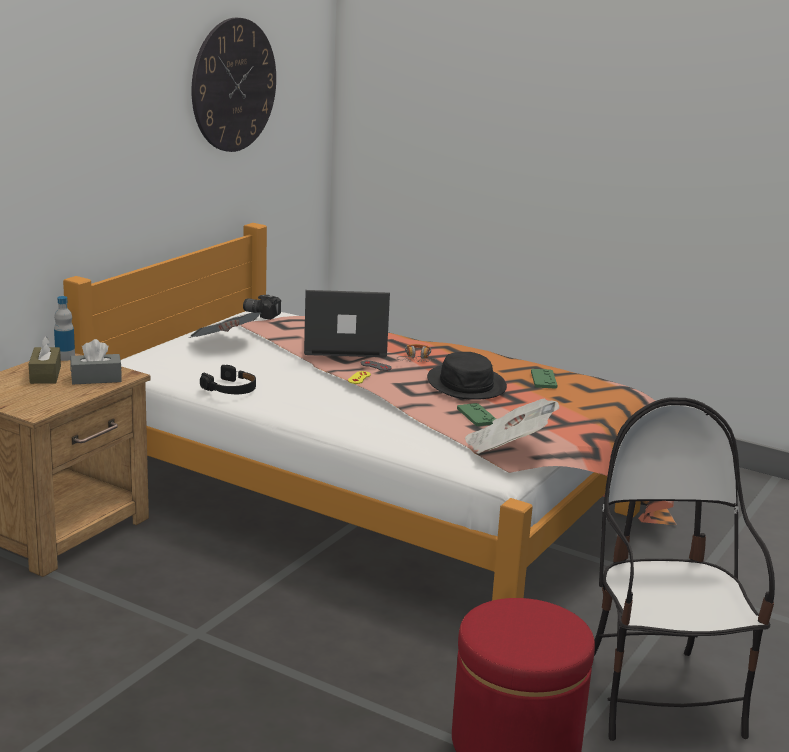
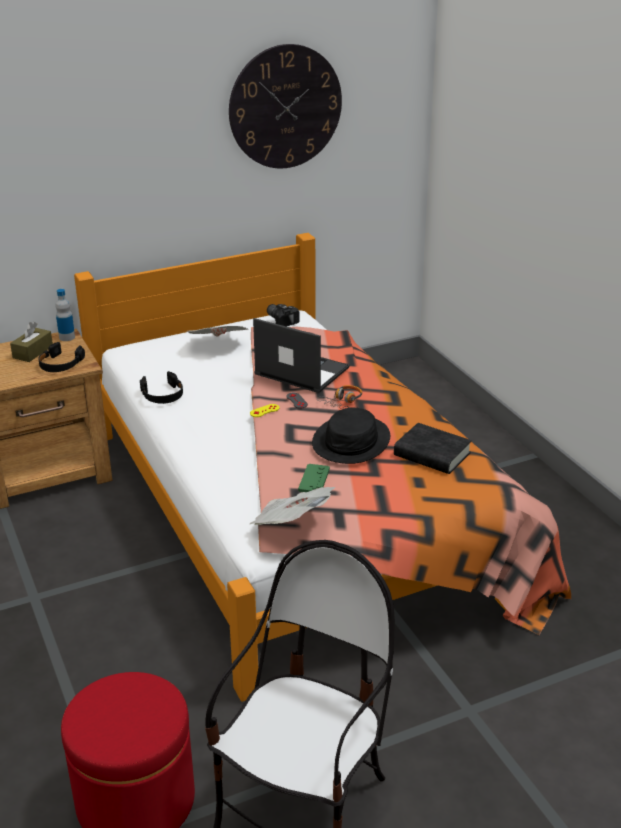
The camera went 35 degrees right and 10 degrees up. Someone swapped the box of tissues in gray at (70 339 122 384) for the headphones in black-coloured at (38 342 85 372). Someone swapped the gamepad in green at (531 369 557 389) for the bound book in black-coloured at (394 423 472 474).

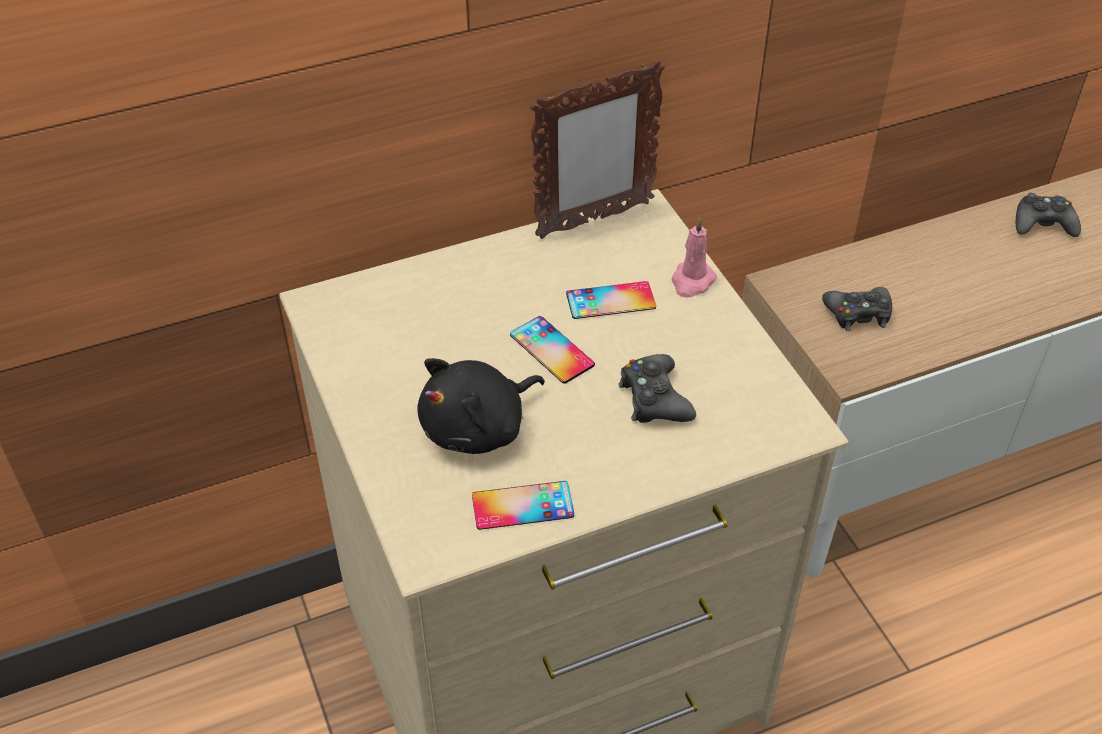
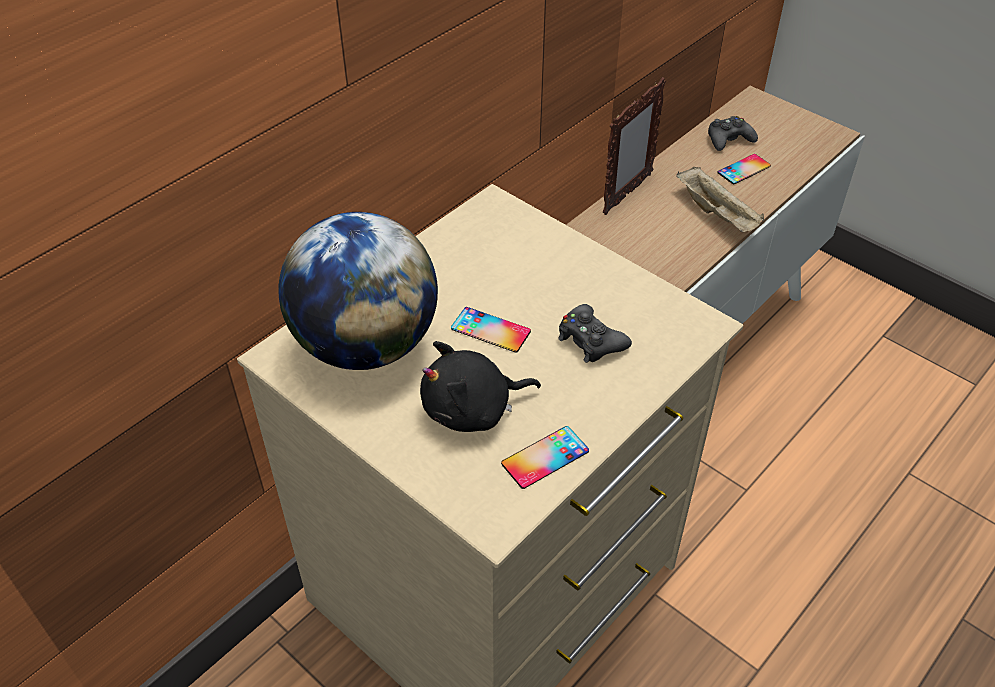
The camera went 25 degrees left and 0 degrees up. Someone carried the standing frame from (530 60 665 239) to (603 77 666 215). Someone took away the candle in pink-coloured at (671 217 717 298). Someone carried the handset from (566 281 656 319) to (717 154 771 184). Someone took away the gamepad in black-coloured at (822 287 892 331). Someone rotated the plush toy in black-coloured at (417 358 545 454) by 45 degrees clockwise. Someone put down the carrying tray in beige at (676 166 764 232). Someone put down the globe at (278 212 438 370).

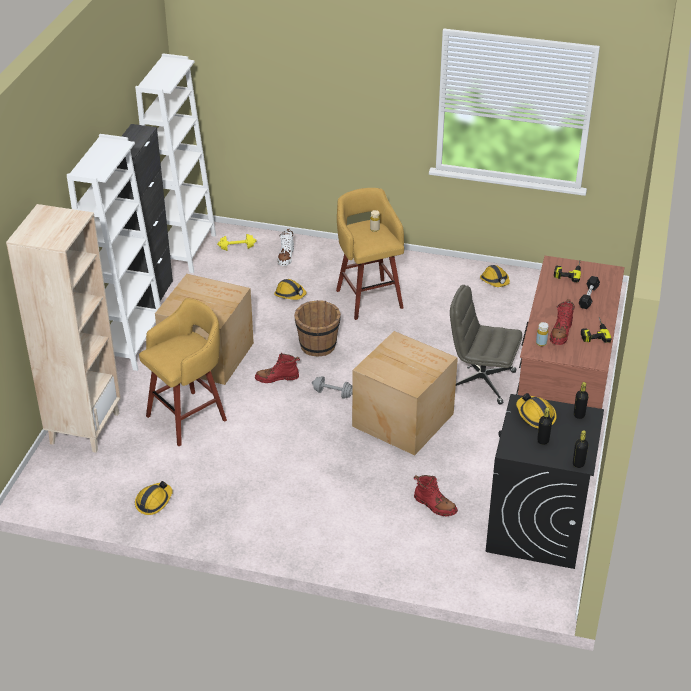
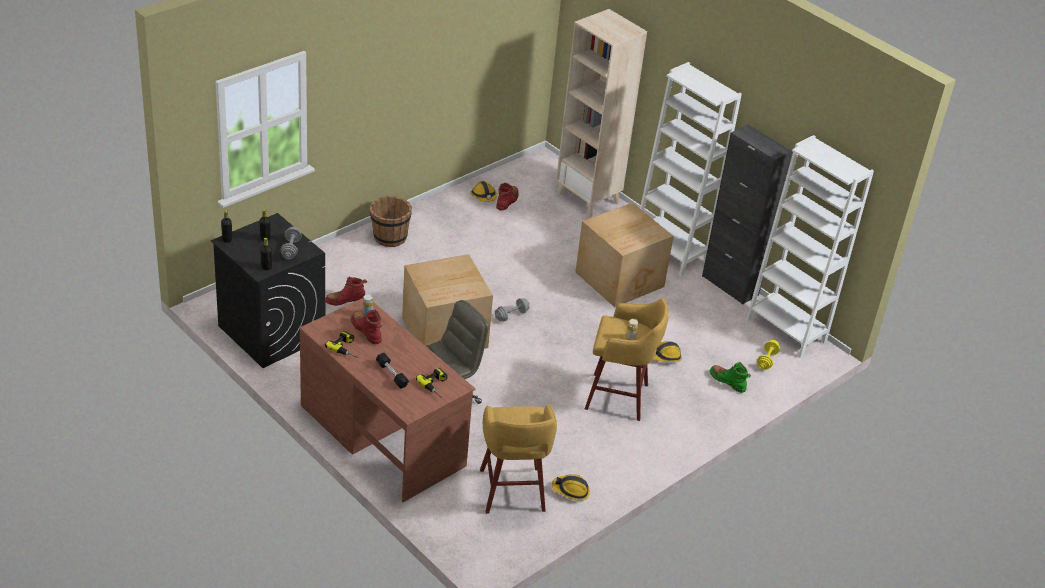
The camera went 120 degrees right and 0 degrees up. Someone repainted the tall boot in whitish at (277 229 294 266), which became the tall boot in green at (710 362 751 393). Someone carried the stool seat in yellow-coloured from (139 298 227 446) to (480 404 557 514). Someone carried the water bucket in brownish from (294 300 341 357) to (370 196 412 247). Someone carried the tall boot in red from (255 352 300 383) to (496 183 519 211). Someone swapped the work helmet at (516 393 556 428) for the hand weight in gray at (280 227 302 259).

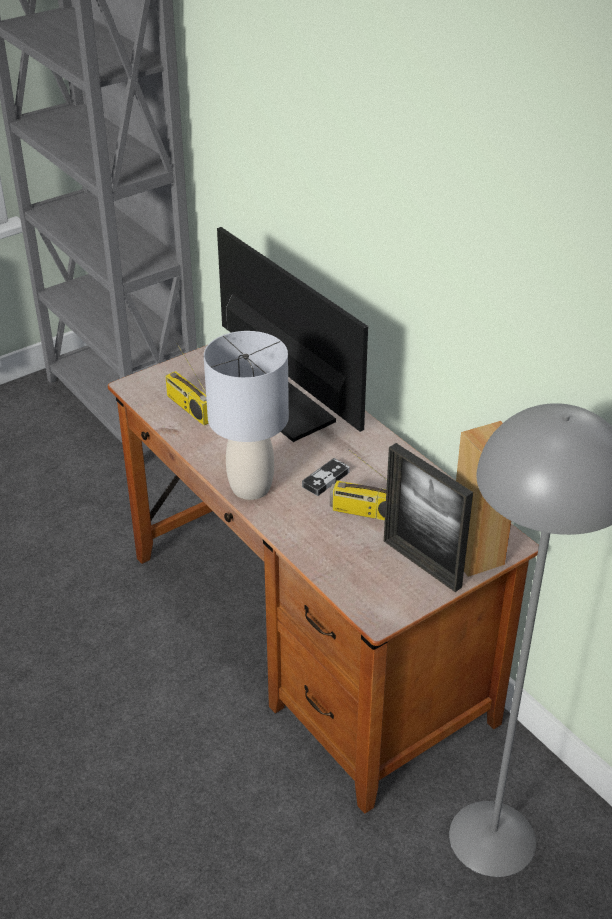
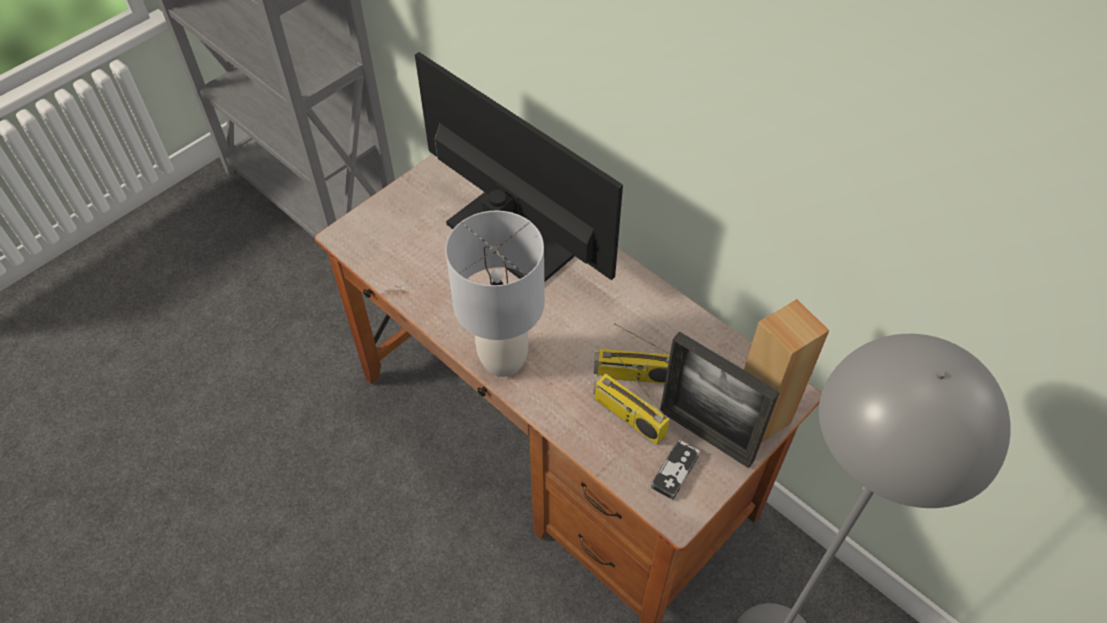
The camera went 10 degrees left and 15 degrees up. Someone carried the radio set from (165 343 209 425) to (593 355 670 445). Someone carried the gamepad from (302 458 350 496) to (651 439 700 500).

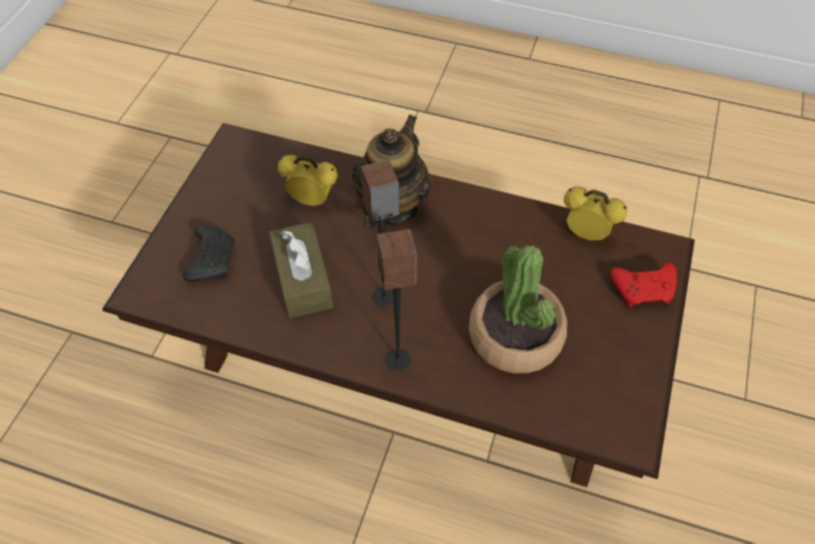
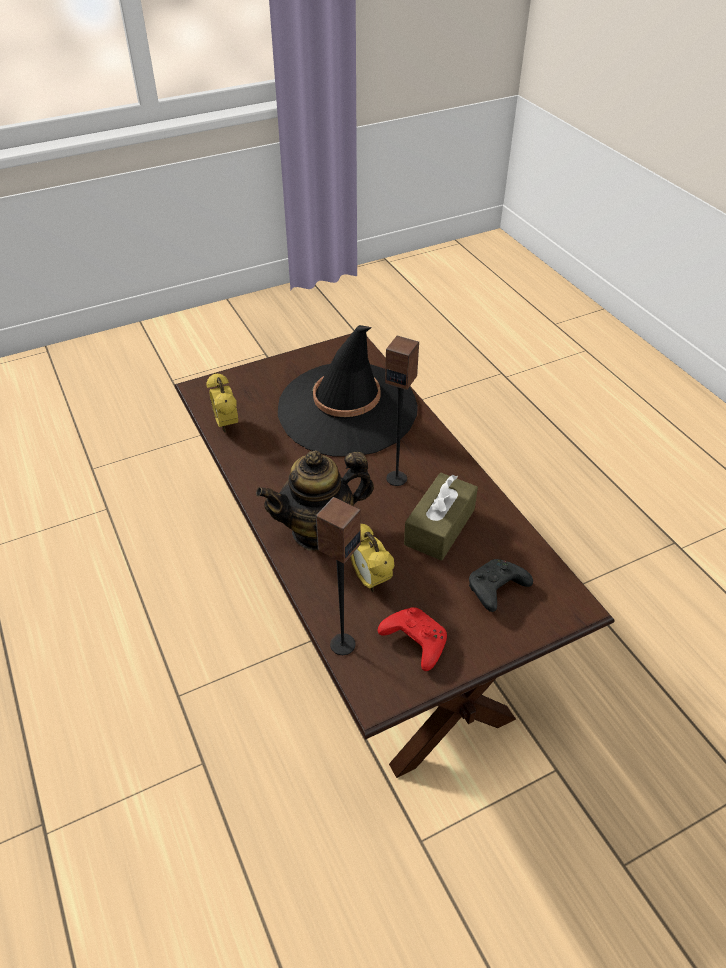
The camera went 135 degrees left and 10 degrees down. Someone carried the audio speaker from (377 229 417 371) to (316 497 361 655). Someone swapped the potted plant at (469 245 567 373) for the clothing hat in black-coloured at (278 325 418 456). Someone carried the gamepad in red from (610 262 677 307) to (378 607 447 671).

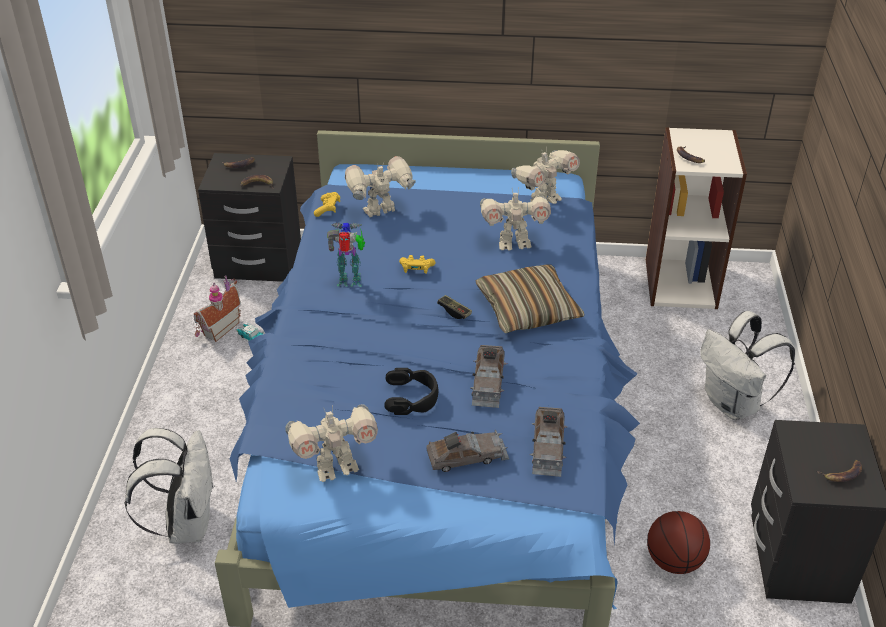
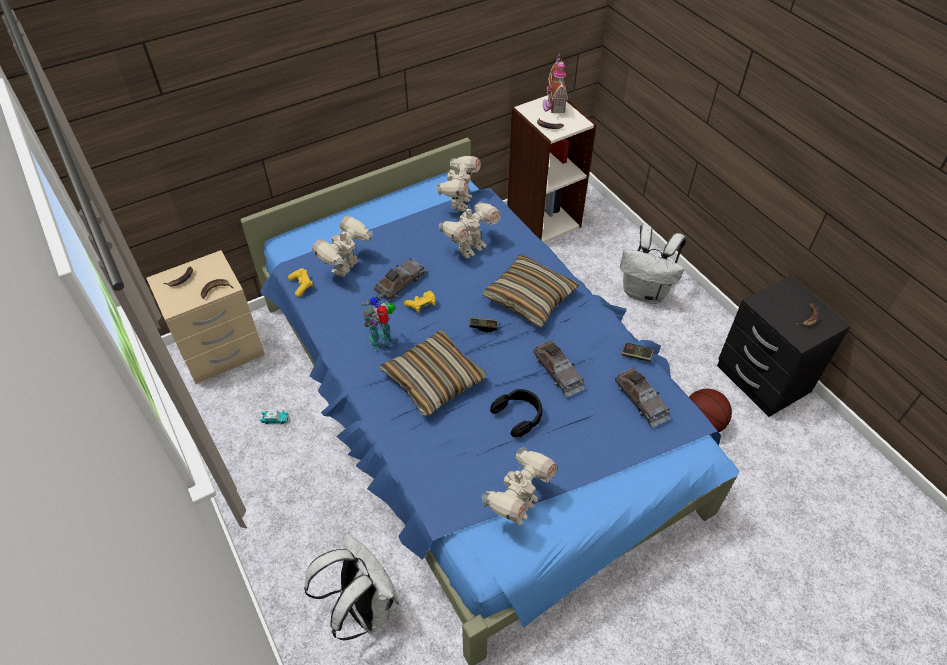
The camera went 35 degrees left and 10 degrees up. Someone repainted the night table in black-coloured at (198 153 301 282), which became the night table in beige at (146 250 265 384). Someone carried the toy house from (194 275 241 342) to (543 53 568 113). Someone carried the miniature car in gray from (426 430 509 472) to (374 258 427 300). Someone put down the throw pillow at (380 330 487 416). Someone put down the gamepad at (622 343 654 362).

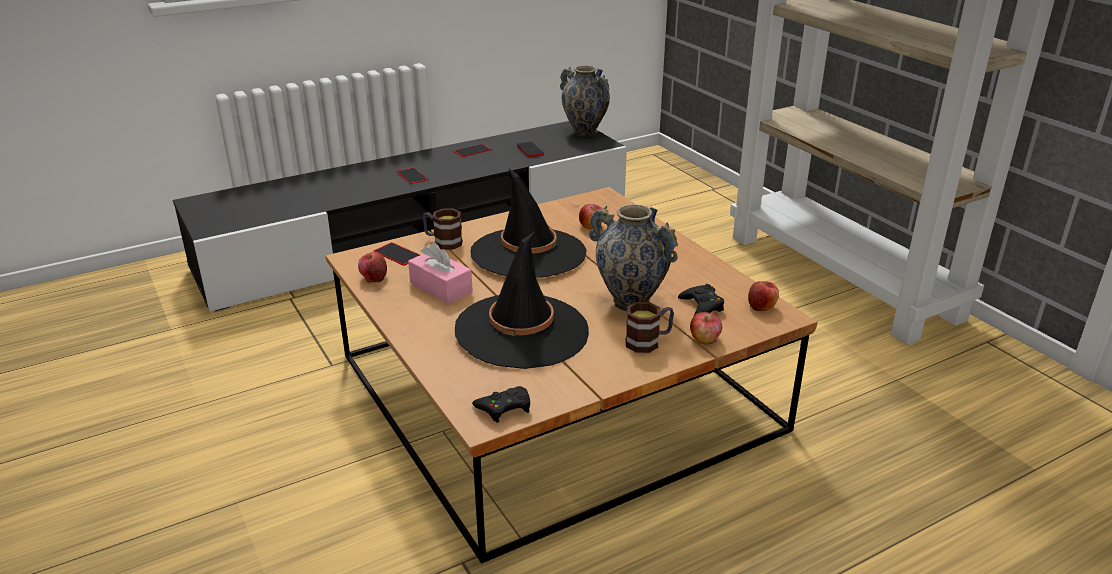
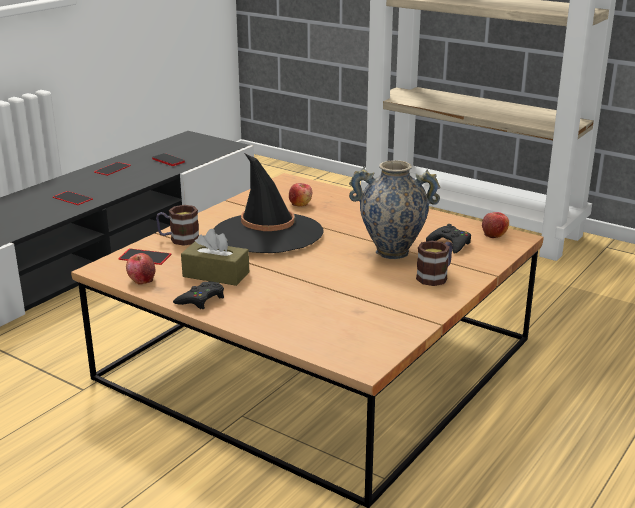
The camera went 25 degrees left and 5 degrees down. Someone took away the decorative vase at (560 66 610 137). Someone took away the clothing hat in black-coloured at (455 232 589 369). Someone repainted the box of tissues in pink-coloured at (408 243 473 304), which became the box of tissues in brownish at (181 229 249 286). Someone took away the apple fruit at (690 312 722 345). Someone carried the gamepad in black-coloured from (472 386 530 423) to (173 282 224 309).

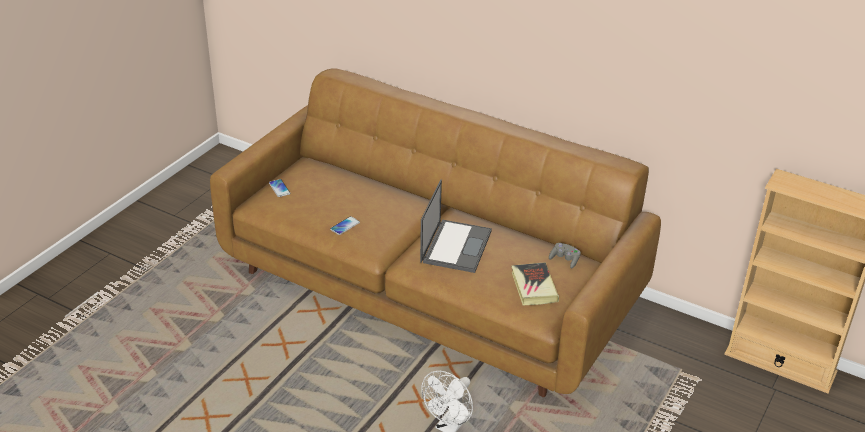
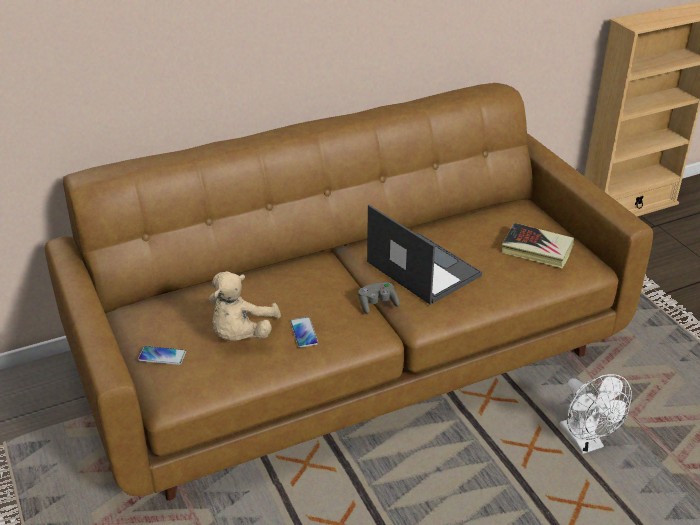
The camera went 55 degrees left and 0 degrees up. Someone carried the gamepad in gray from (549 243 581 269) to (358 282 400 314). Someone put down the plush toy in beige at (209 271 281 341).

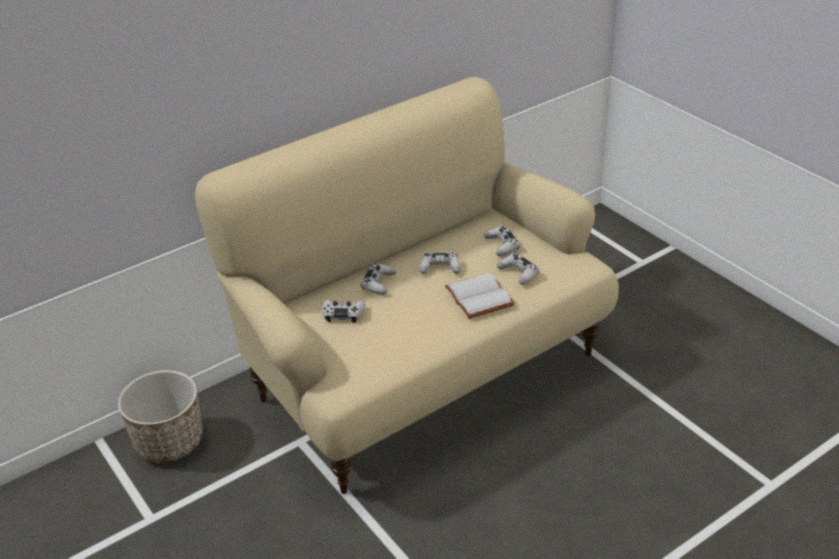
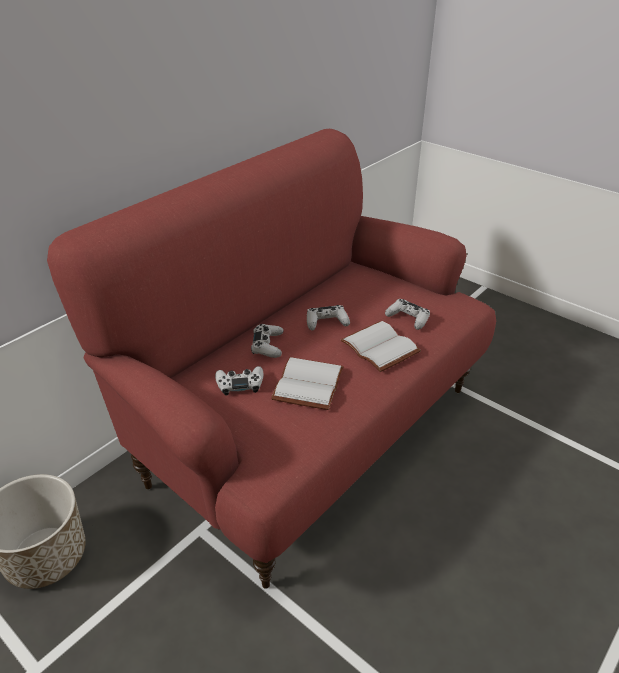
The camera went 15 degrees left and 0 degrees up. Someone repainted the settee in beige at (195 77 619 494), which became the settee in red at (47 129 496 589). Someone took away the gamepad in whitish at (484 226 520 256). Someone put down the bound book in whitish at (271 357 344 410).

